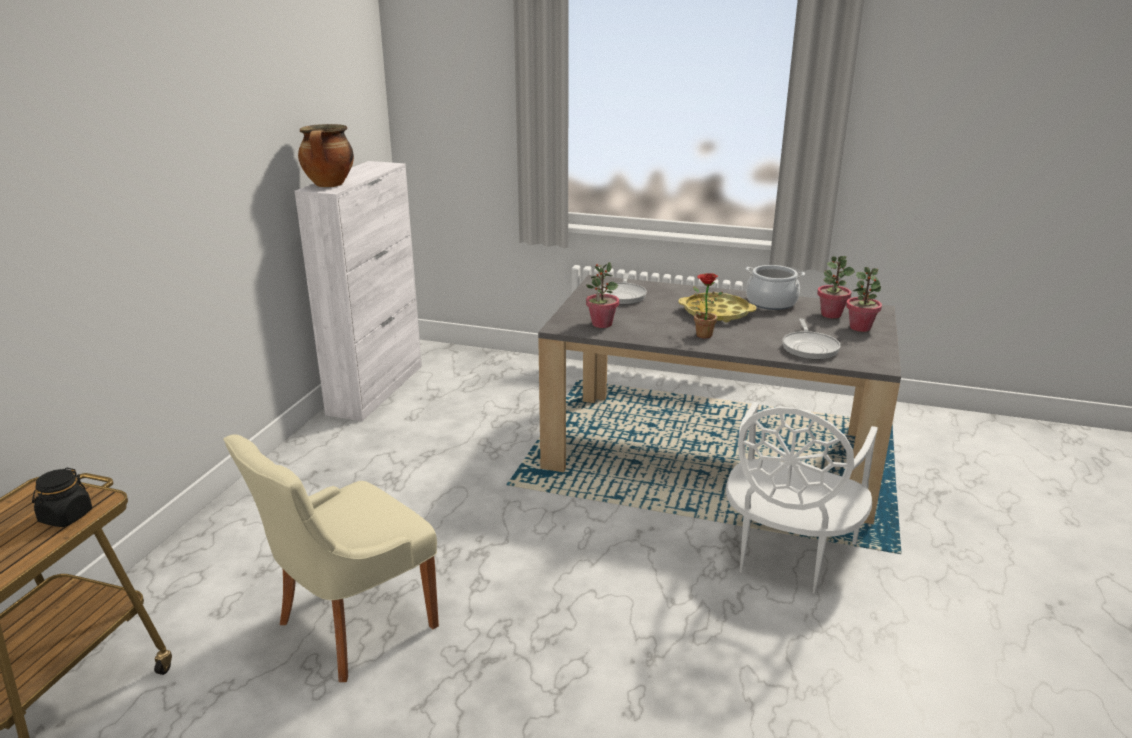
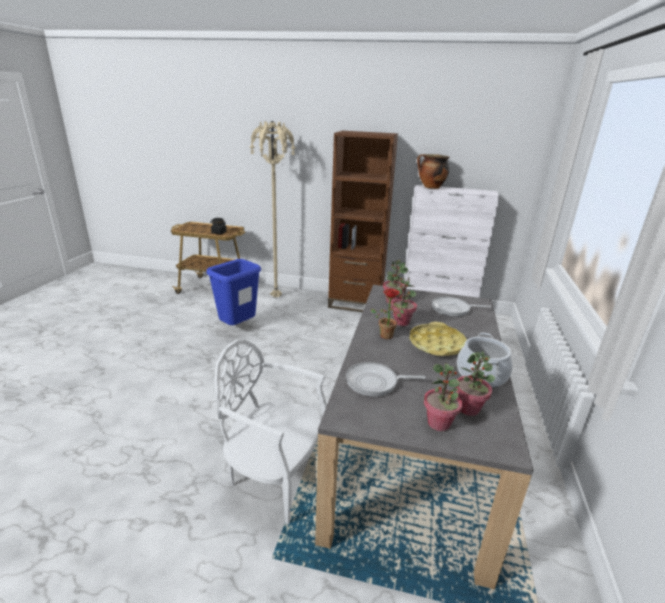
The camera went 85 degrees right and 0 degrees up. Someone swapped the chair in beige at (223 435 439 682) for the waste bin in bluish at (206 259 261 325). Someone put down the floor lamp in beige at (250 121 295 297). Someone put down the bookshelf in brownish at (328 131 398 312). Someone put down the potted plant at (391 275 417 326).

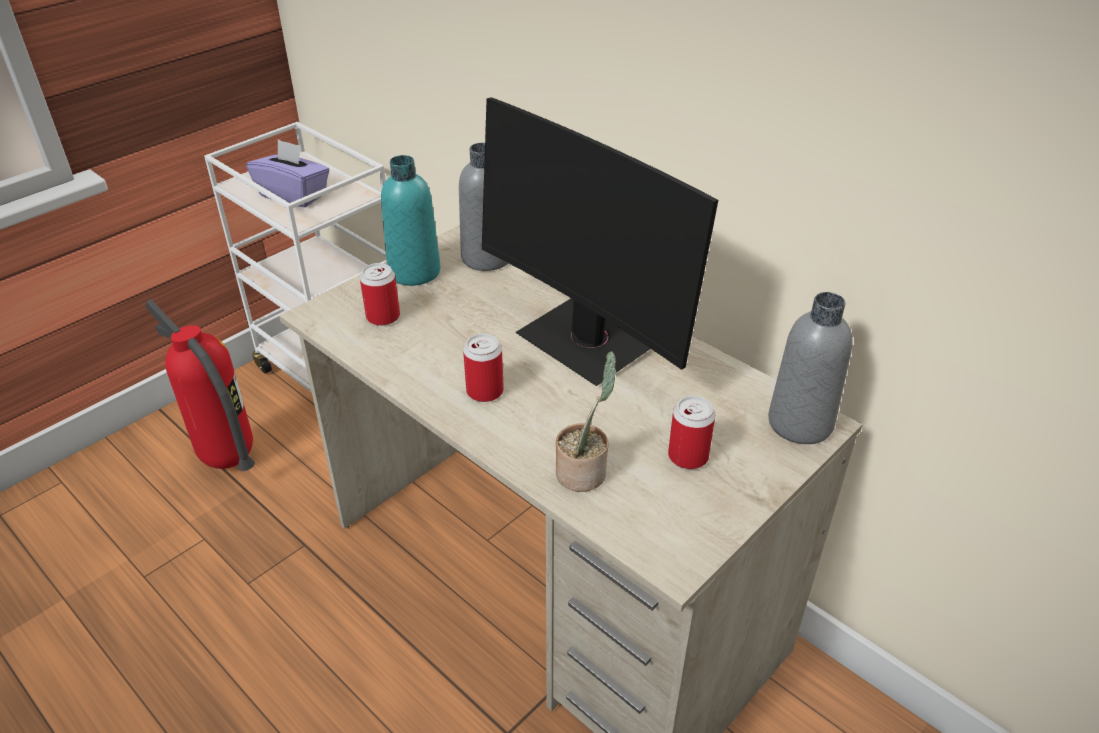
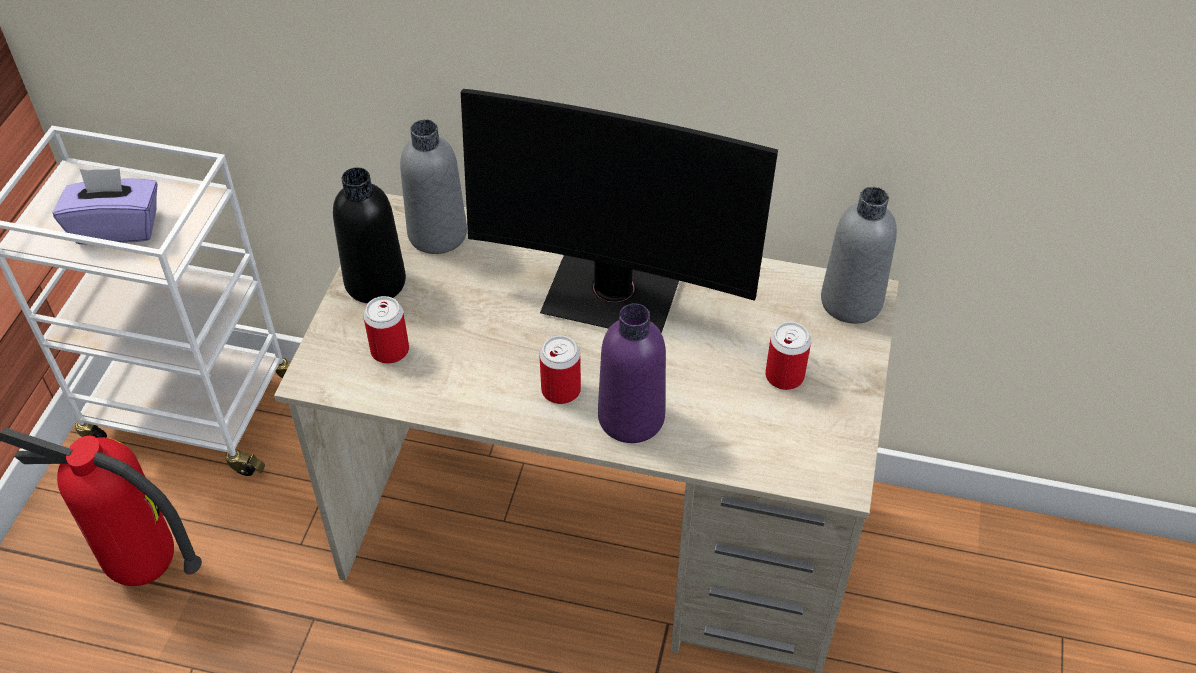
The camera went 30 degrees left and 10 degrees up. Someone repainted the beverage bottle in turquoise at (381 155 440 286), which became the beverage bottle in black-coloured at (333 167 406 303). Someone took away the potted plant at (556 351 616 492). Someone put down the beverage bottle in purplish at (598 303 666 443).

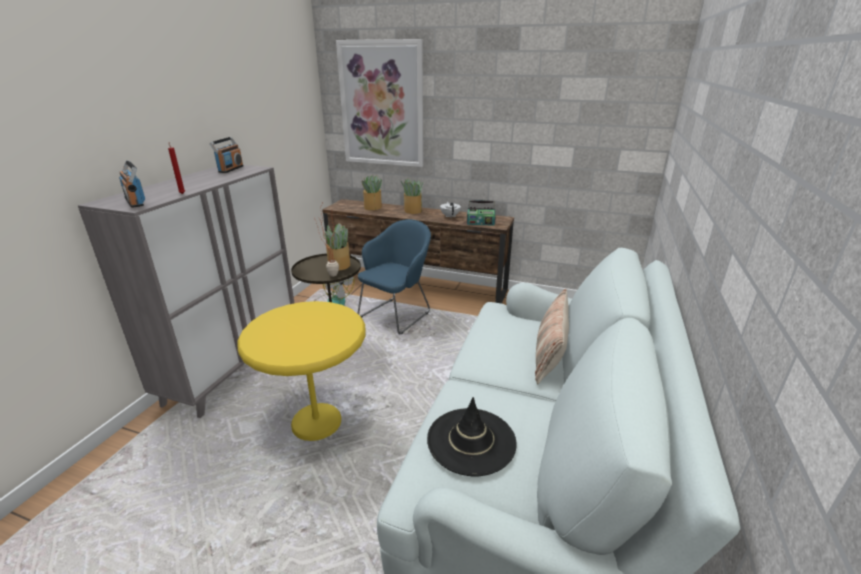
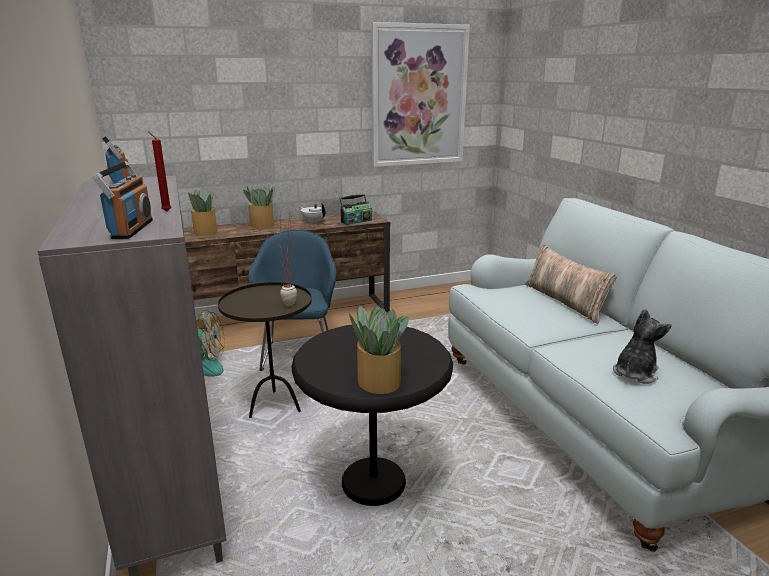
The camera went 40 degrees left and 5 degrees down. Someone carried the wall art from (336 39 423 167) to (371 22 470 167). Someone rotated the radio set at (119 160 145 208) by 105 degrees counterclockwise. Someone carried the potted plant from (323 223 350 270) to (349 306 409 394). Someone repainted the side table in yellow-coloured at (237 301 365 441), which became the side table in black-coloured at (291 324 453 506). Someone swapped the clothing hat in black-coloured at (427 397 517 476) for the plush toy at (613 309 672 384).

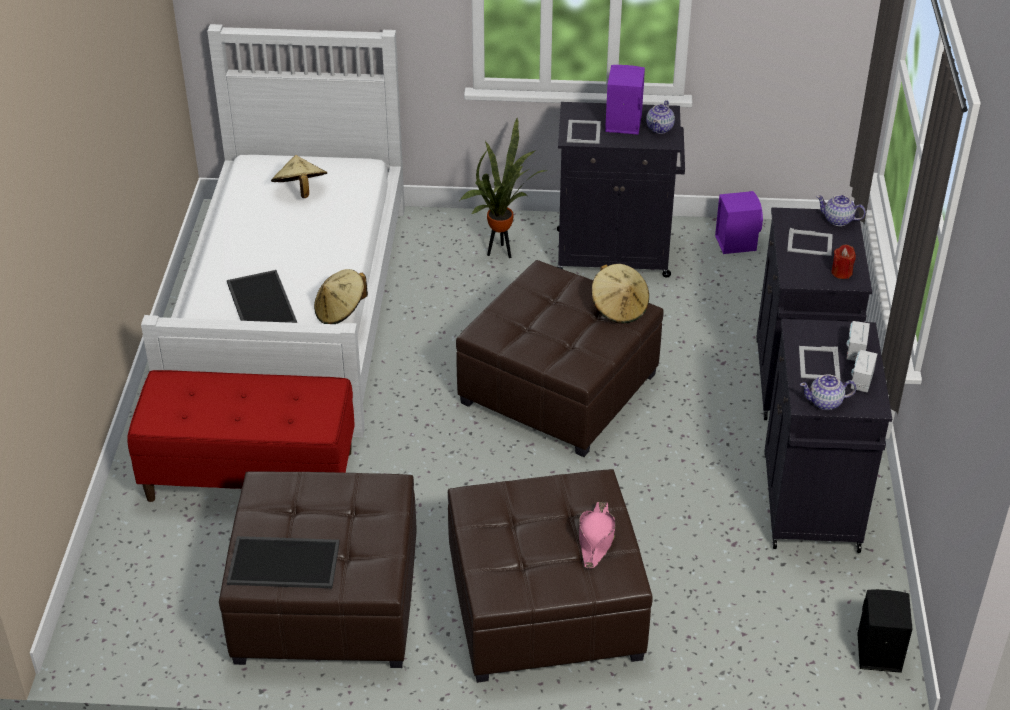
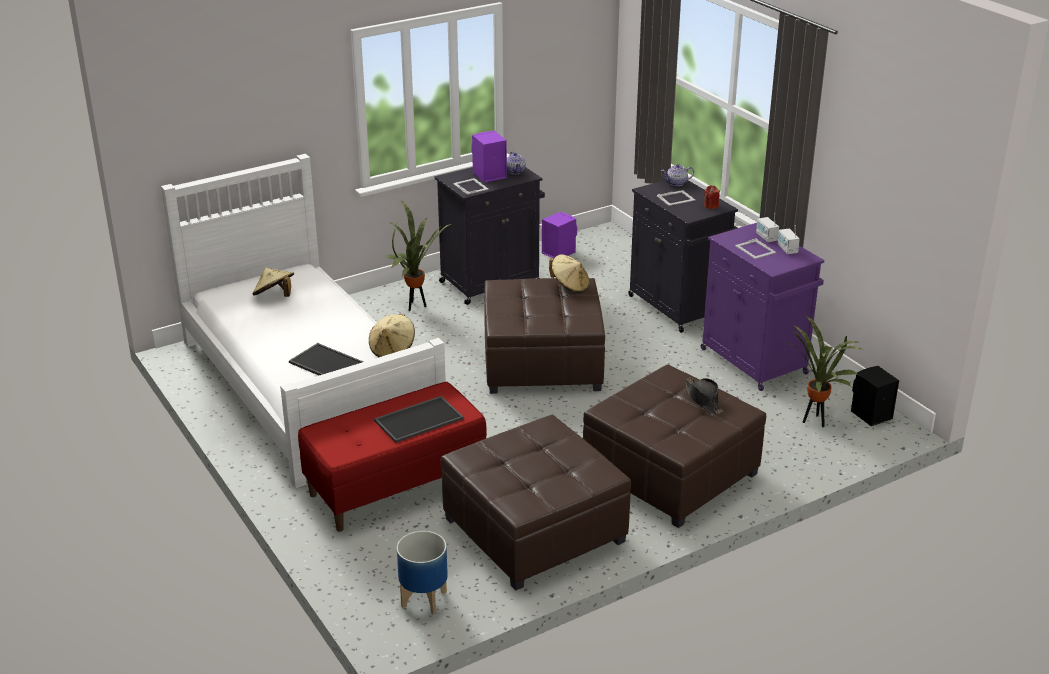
The camera went 35 degrees left and 10 degrees down. Someone repainted the storage cabinet in black-coloured at (764 319 892 553), which became the storage cabinet in purplish at (701 223 824 391). Someone took away the pot for tea at (800 374 856 410). Someone repainted the clothing hat in pink-coloured at (579 502 615 569), which became the clothing hat in black-coloured at (685 377 723 414). Someone carried the carrying tray from (227 536 340 588) to (374 396 464 443). Someone put down the potted plant at (785 315 863 427). Someone put down the plant pot at (397 531 448 614).

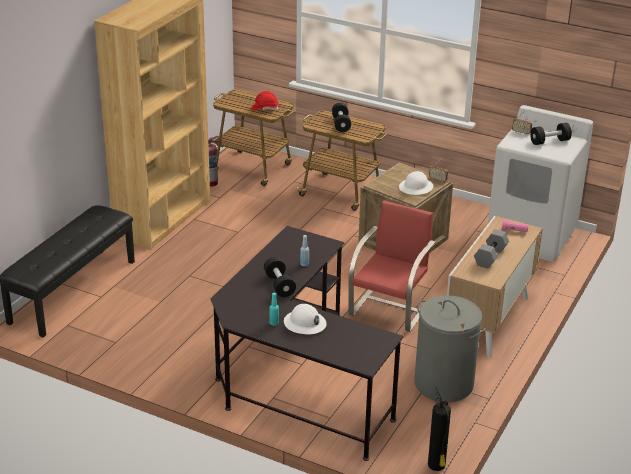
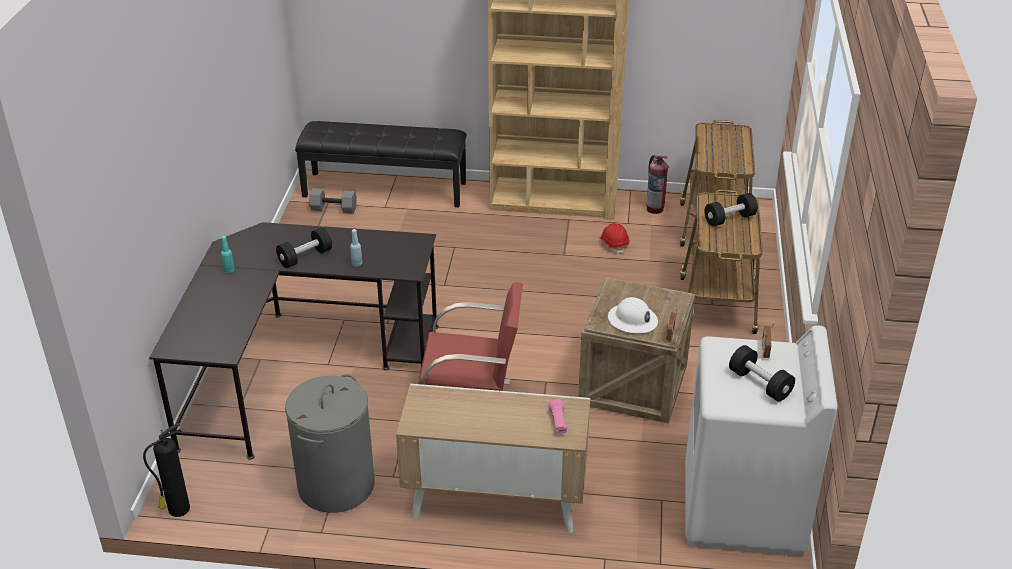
The camera went 70 degrees right and 5 degrees up. Someone carried the work helmet in red from (251 91 279 111) to (599 223 629 254). Someone carried the hand weight in gray from (474 229 509 268) to (309 188 357 214). Someone took away the work helmet in whitish at (284 304 326 334).

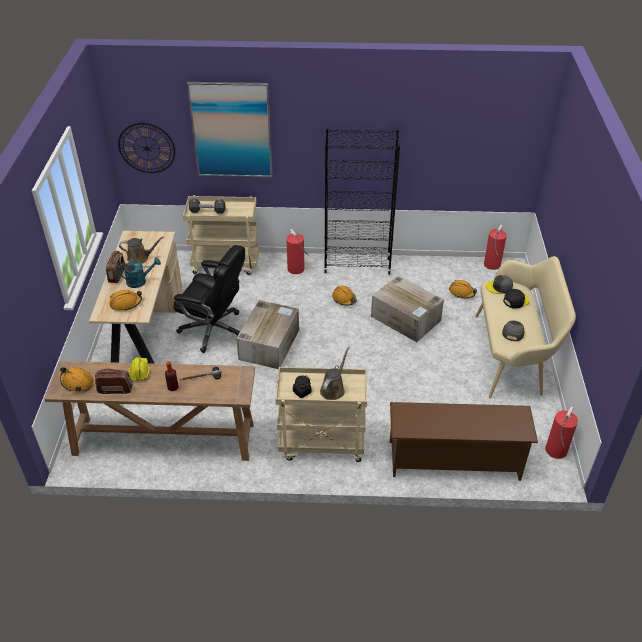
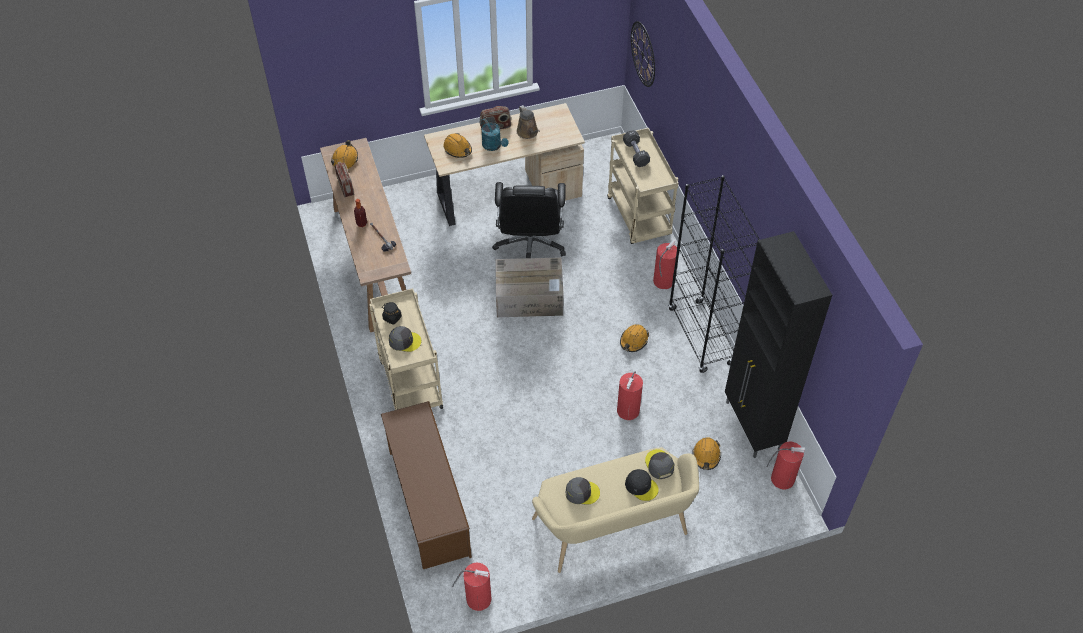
The camera went 70 degrees right and 10 degrees up. Someone took away the wall art at (187 82 273 177). Someone swapped the packing box at (371 275 444 342) for the fire extinguisher at (617 371 643 420). Someone swapped the watering can in brownish at (320 347 349 400) for the peaked cap in gray at (389 326 421 352). Someone took away the work helmet in yellow-coloured at (129 357 150 380). Someone put down the storage cabinet in black-coloured at (725 231 832 458).

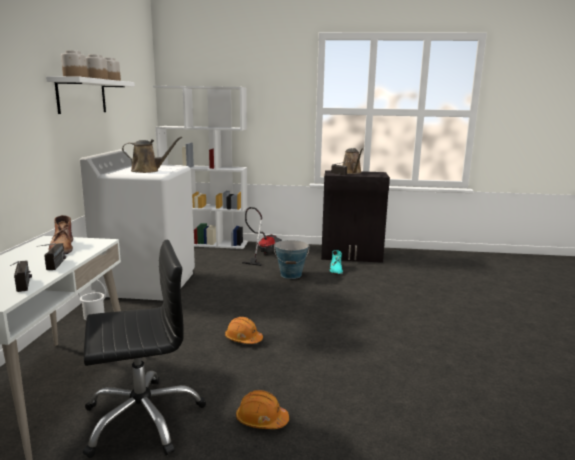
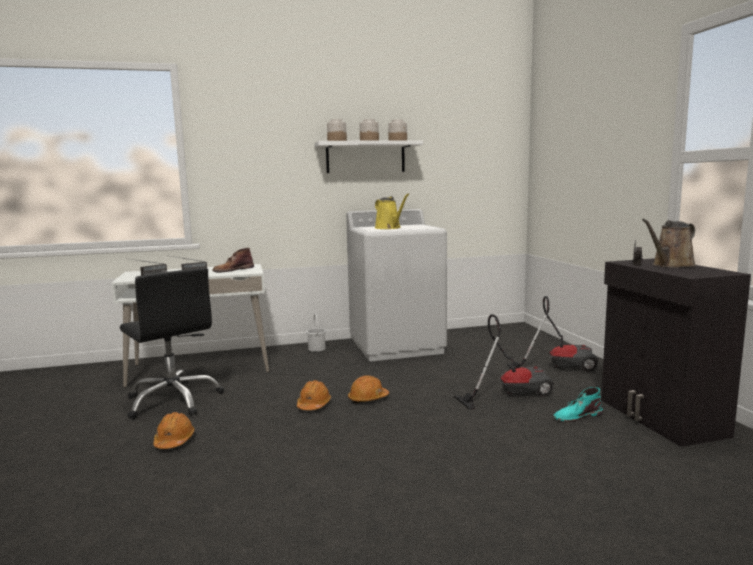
The camera went 70 degrees right and 5 degrees down. Someone took away the bookshelf in whitish at (153 86 248 249). Someone repainted the watering can in brownish at (122 137 182 173), which became the watering can in yellow-coloured at (375 194 409 229). Someone swapped the water bucket at (274 240 309 279) for the hoover at (454 314 554 410). Someone put down the work helmet in orange-coloured at (348 375 389 403).

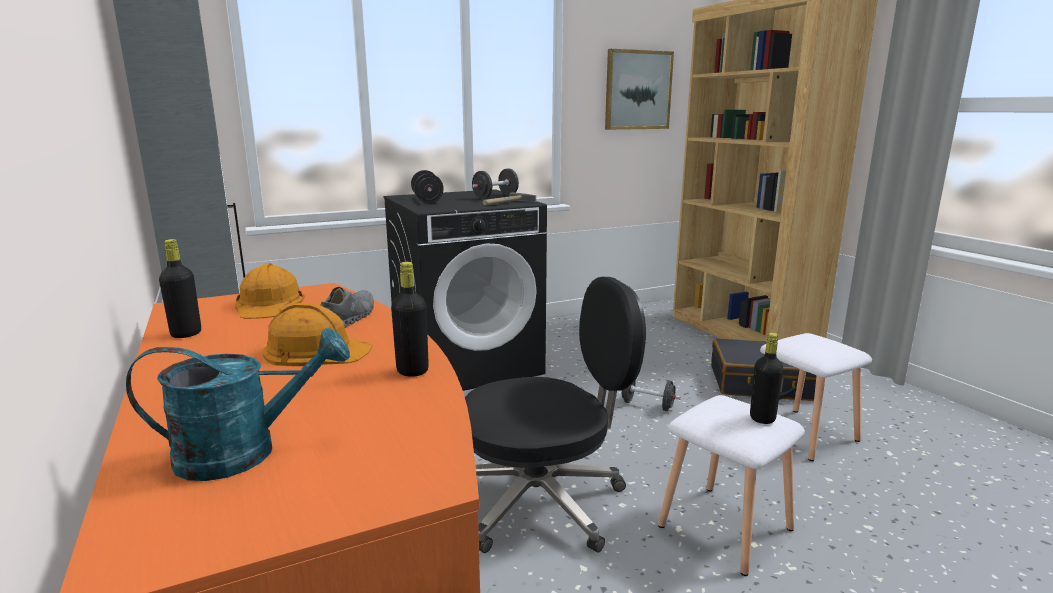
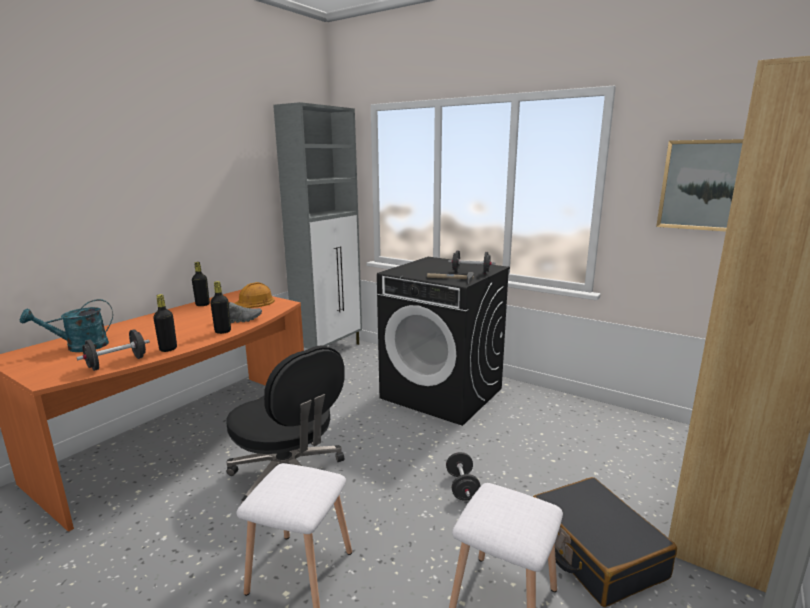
The camera went 60 degrees right and 0 degrees up. Someone carried the hand weight in black-coloured from (411 170 444 203) to (76 329 150 371). Someone took away the work helmet in orange-coloured at (262 303 373 366). Someone rotated the watering can in turquoise at (126 328 350 481) by 105 degrees clockwise. Someone carried the beverage bottle in black-coloured from (750 333 783 424) to (210 281 231 334).

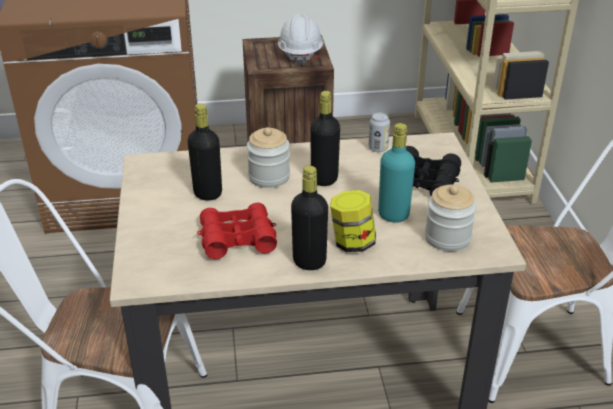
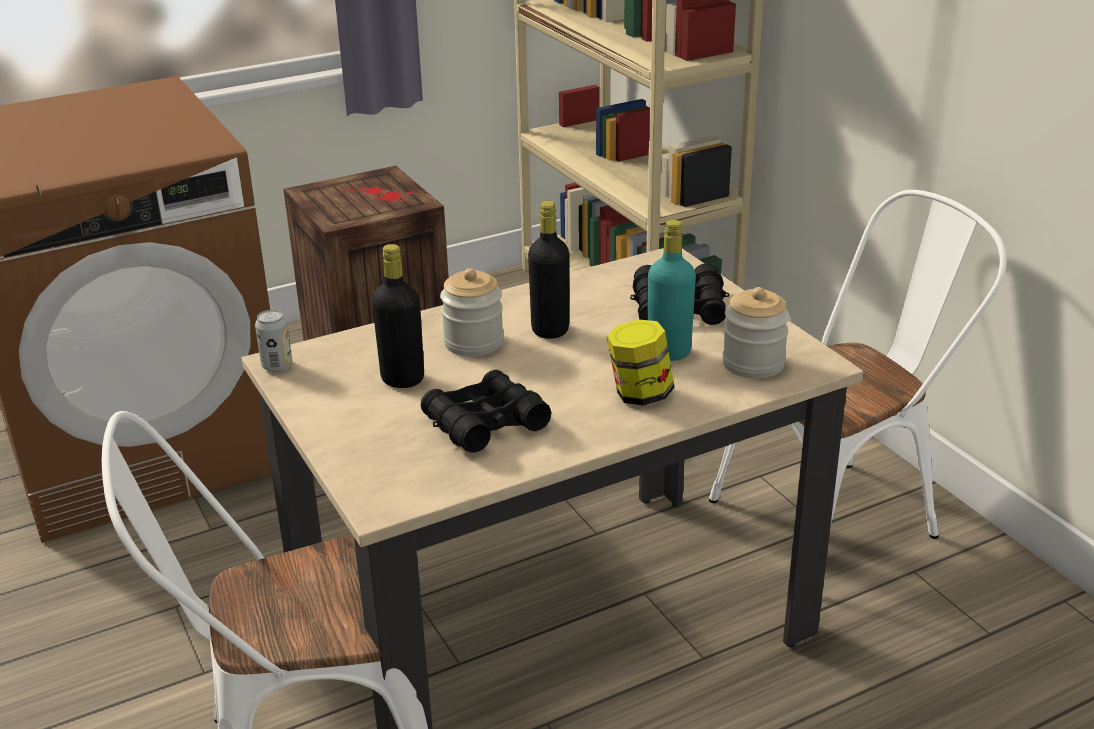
The camera went 20 degrees left and 5 degrees down. Someone took away the work helmet in whitish at (278 13 323 65). Someone carried the metal can from (369 113 390 152) to (255 310 292 372). Someone took away the beverage bottle in black-coloured at (291 166 328 270). Someone repainted the binoculars in red at (197 203 277 259), which became the binoculars in black-coloured at (421 370 551 453).

